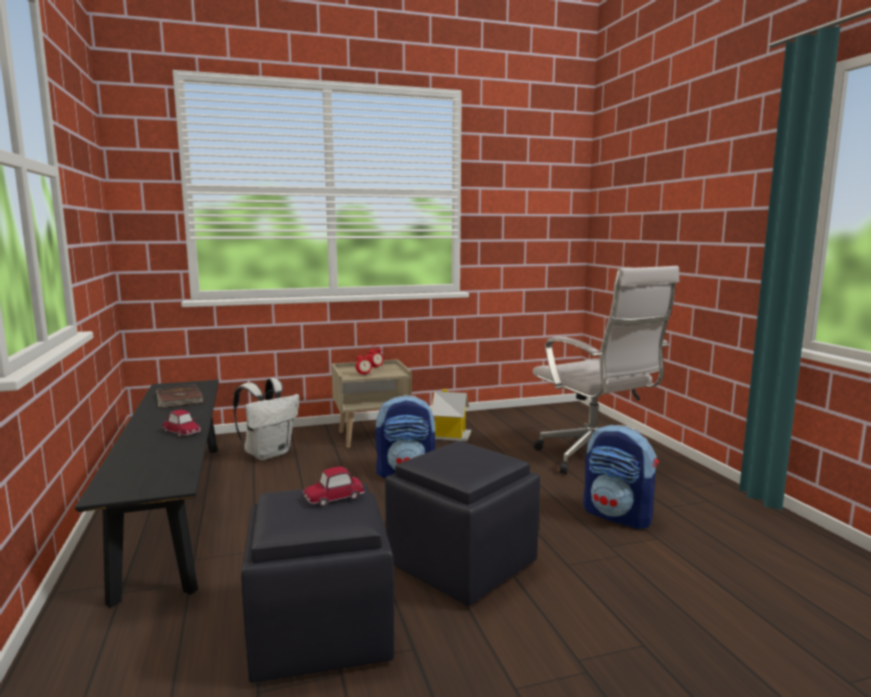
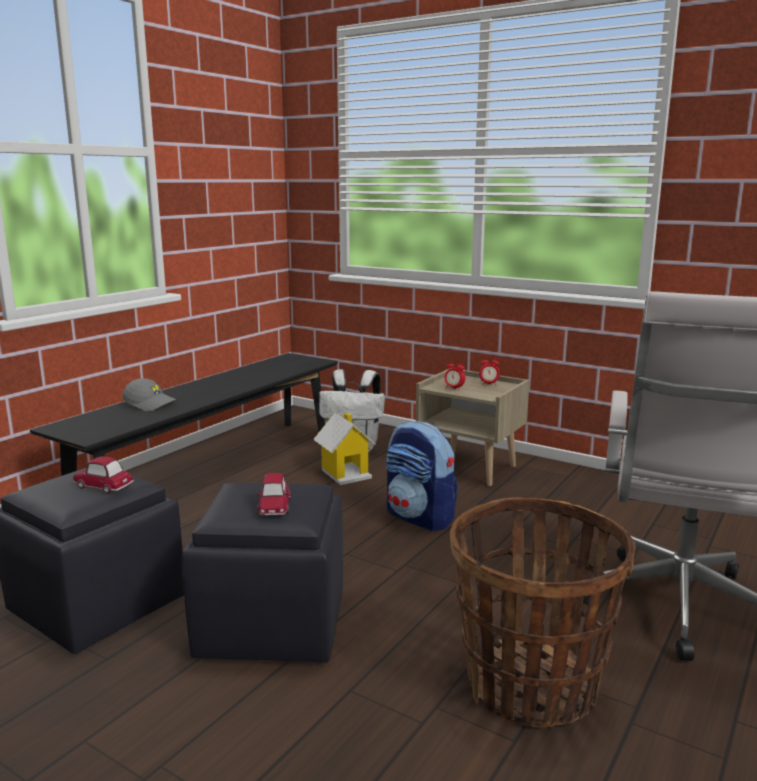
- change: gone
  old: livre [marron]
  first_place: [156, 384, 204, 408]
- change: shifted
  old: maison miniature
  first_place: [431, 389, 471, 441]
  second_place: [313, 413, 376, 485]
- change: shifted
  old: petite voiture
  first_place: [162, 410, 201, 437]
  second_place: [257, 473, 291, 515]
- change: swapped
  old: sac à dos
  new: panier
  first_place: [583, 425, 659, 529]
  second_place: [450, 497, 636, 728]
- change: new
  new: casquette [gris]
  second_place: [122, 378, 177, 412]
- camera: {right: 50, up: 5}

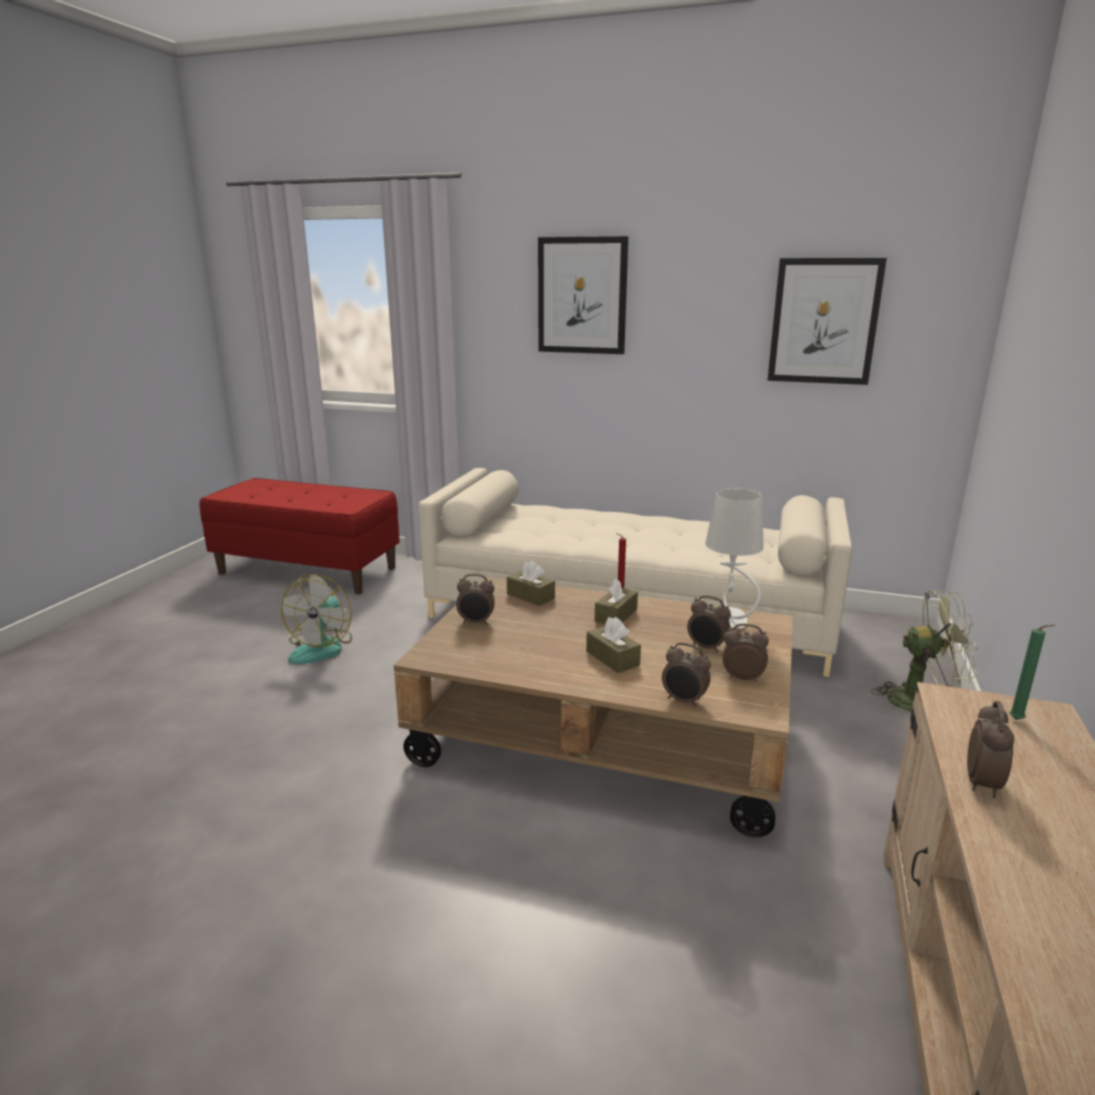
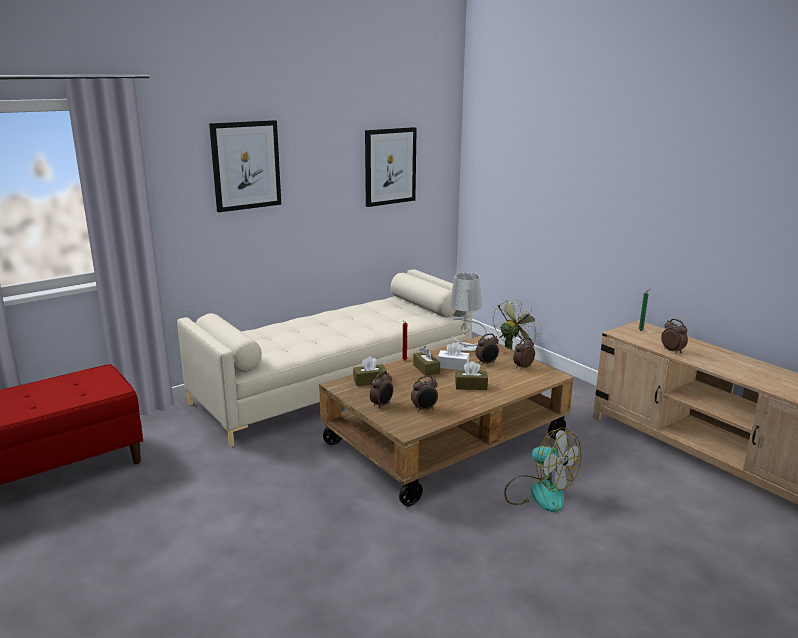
- change: shifted
  old: ventilateur
  first_place: [281, 574, 352, 664]
  second_place: [504, 427, 582, 512]
- change: shifted
  old: réveil
  first_place: [662, 642, 711, 707]
  second_place: [411, 376, 438, 412]
- change: new
  new: boîte à mouchoirs [blanc]
  second_place: [438, 343, 469, 370]
- camera: {right: -55, up: 0}

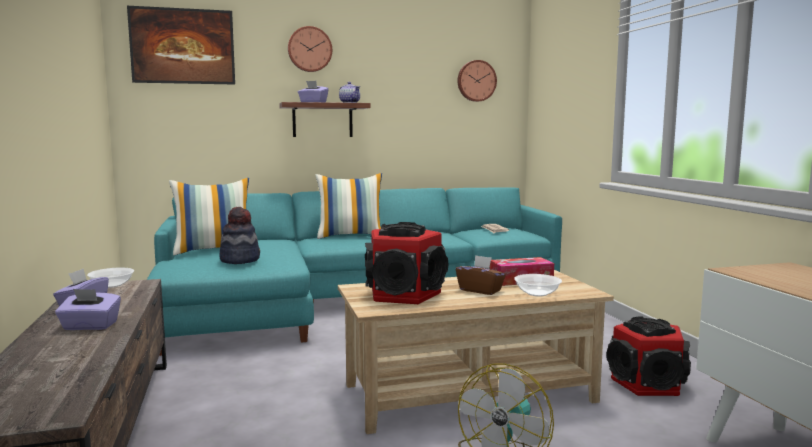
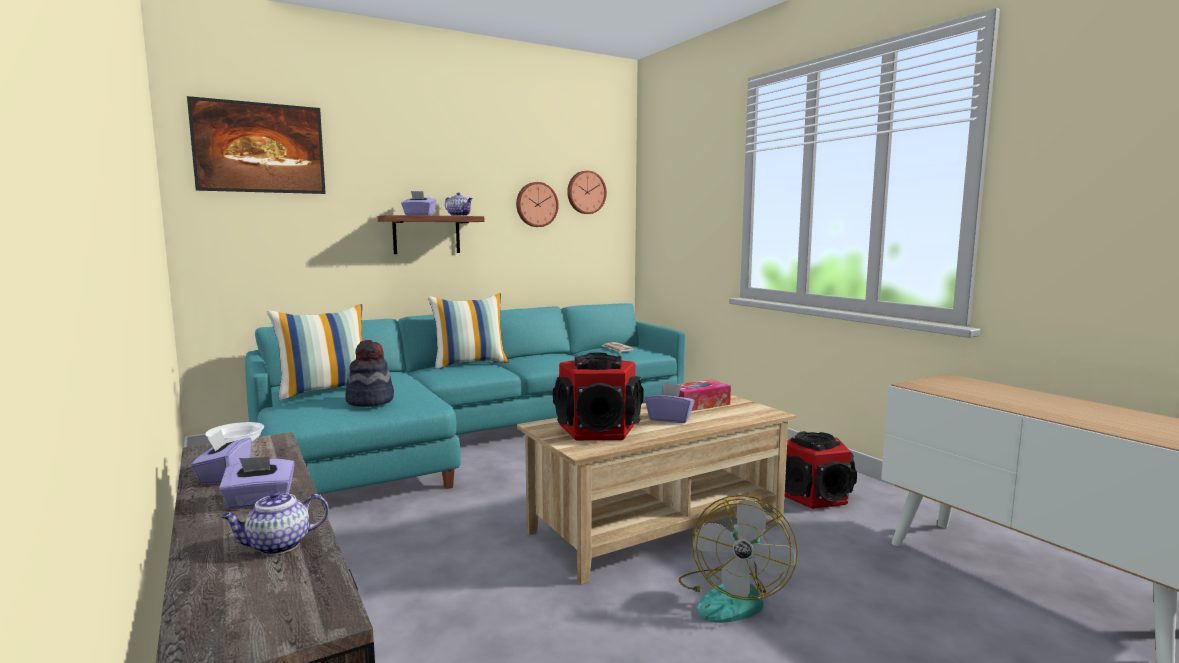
- change: shifted
  old: horloge murale
  first_place: [288, 26, 332, 72]
  second_place: [516, 182, 559, 227]
- change: repainted
  old: boîte à mouchoirs [marron]
  new: boîte à mouchoirs [violet]
  first_place: [456, 255, 506, 295]
  second_place: [645, 383, 695, 423]
- change: gone
  old: bol
  first_place: [514, 274, 562, 296]
- change: new
  new: théière
  second_place: [221, 491, 329, 555]
- camera: {right: -15, up: 0}

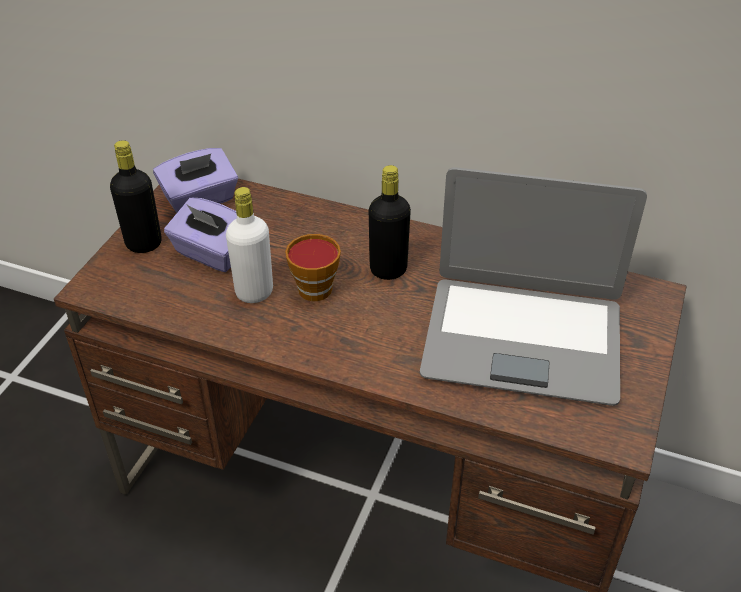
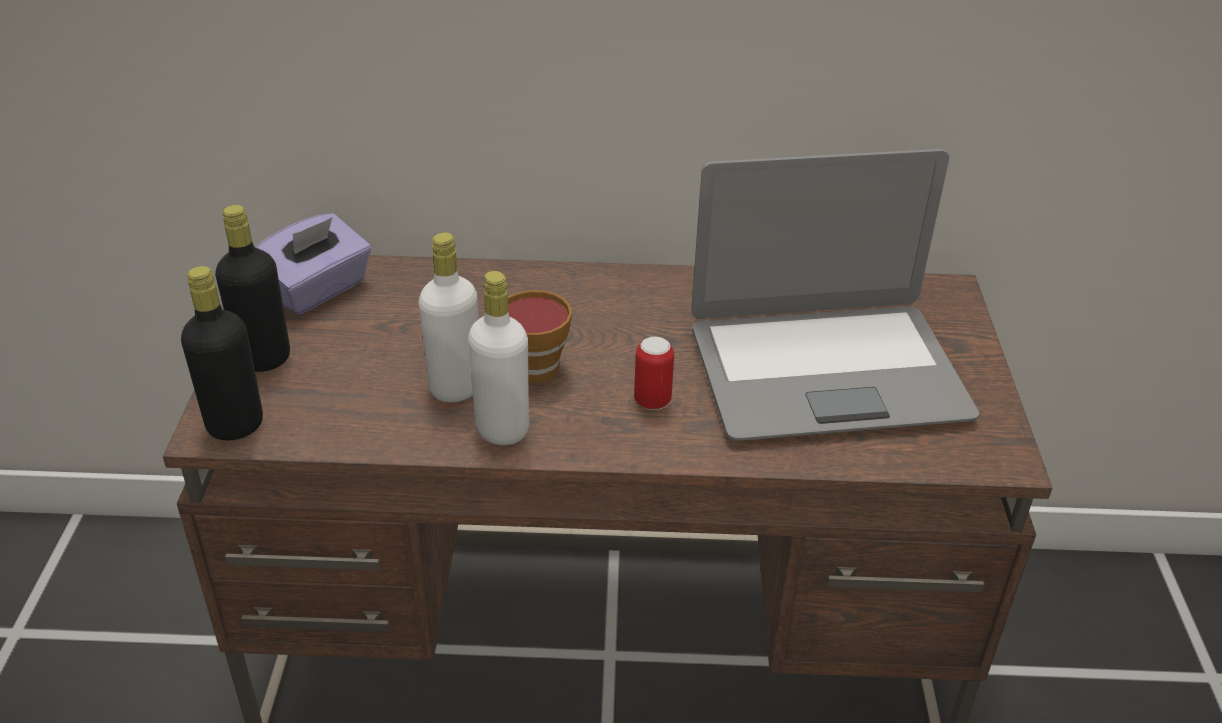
- change: shifted
  old: bouteille [noir]
  first_place: [369, 165, 411, 280]
  second_place: [181, 266, 263, 440]
- change: gone
  old: boîte à mouchoirs [violet]
  first_place: [164, 198, 237, 272]
- change: new
  new: bouteille [blanc]
  second_place: [468, 271, 529, 445]
- change: new
  new: boîte métallique
  second_place: [634, 337, 674, 410]
- camera: {right: -20, up: -5}

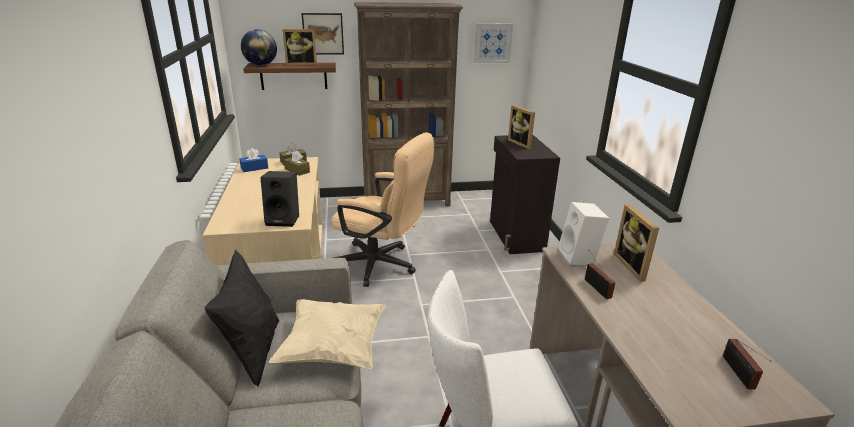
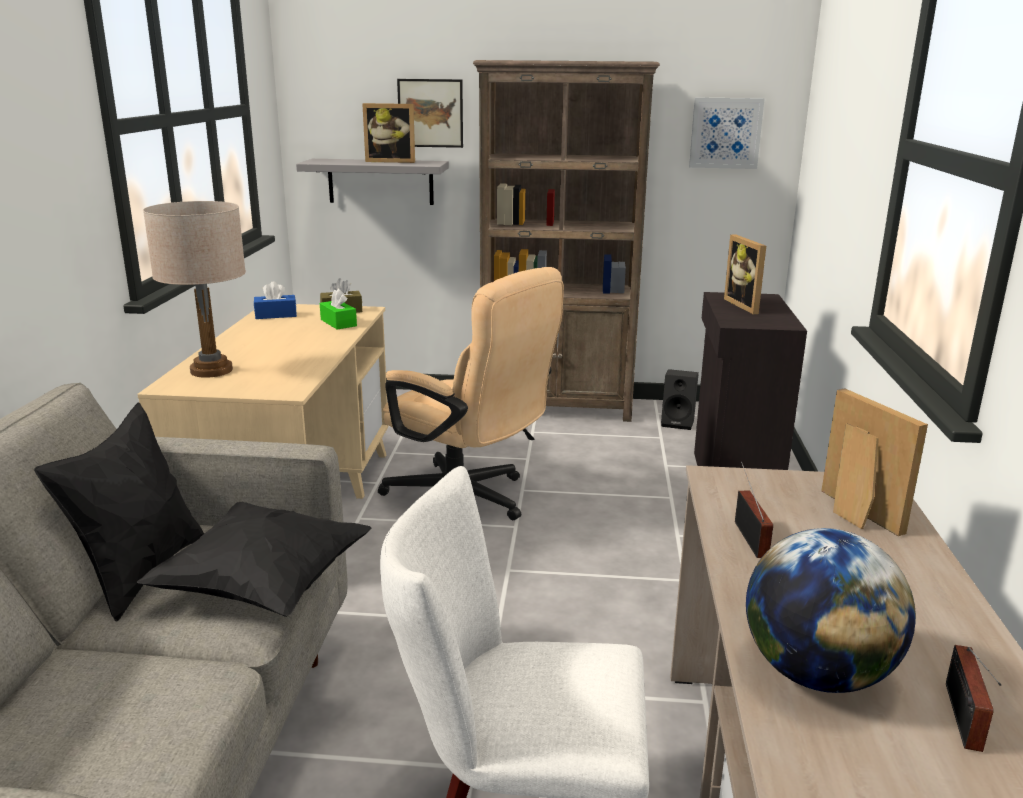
- change: shifted
  old: globe
  first_place: [241, 29, 277, 66]
  second_place: [746, 528, 916, 693]
- change: repainted
  old: étagère [marron]
  new: étagère [gris]
  first_place: [243, 63, 336, 90]
  second_place: [296, 159, 449, 205]
- change: repainted
  old: boîte à mouchoirs [marron]
  new: boîte à mouchoirs [vert]
  first_place: [284, 151, 310, 176]
  second_place: [320, 289, 357, 329]
- change: shifted
  old: enceinte [noir]
  first_place: [260, 171, 299, 227]
  second_place: [661, 369, 699, 430]
- change: gone
  old: enceinte [blanc]
  first_place: [558, 202, 609, 267]
- change: rotated
  old: cadre photo
  first_place: [614, 204, 659, 282]
  second_place: [822, 388, 928, 536]
  degrees: 150
- change: repainted
  old: coussin [beige]
  new: coussin [noir]
  first_place: [269, 299, 386, 369]
  second_place: [136, 502, 371, 617]
- change: new
  new: lampe de table [beige]
  second_place: [143, 201, 246, 378]
- camera: {right: 15, up: -5}

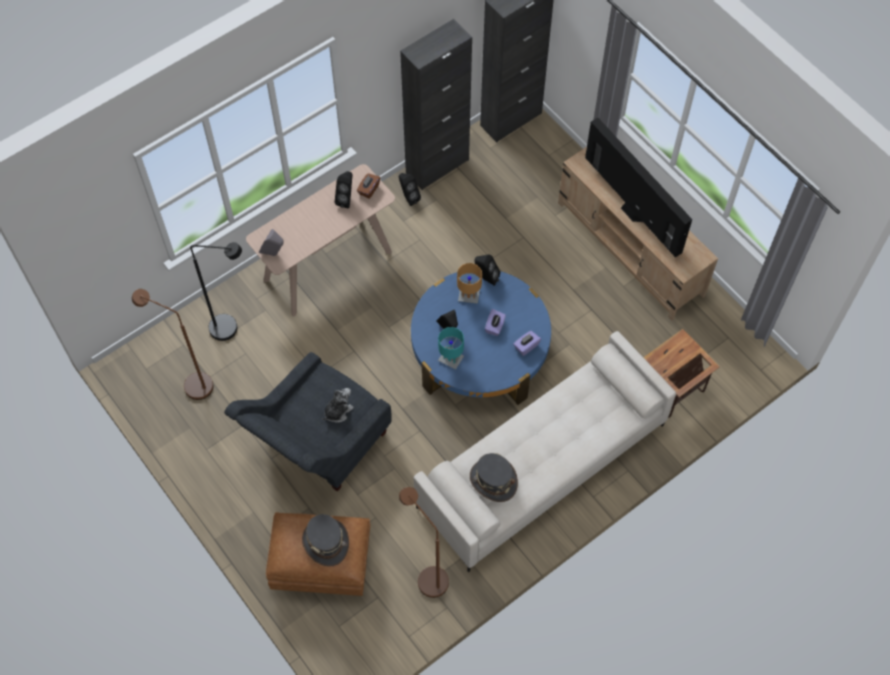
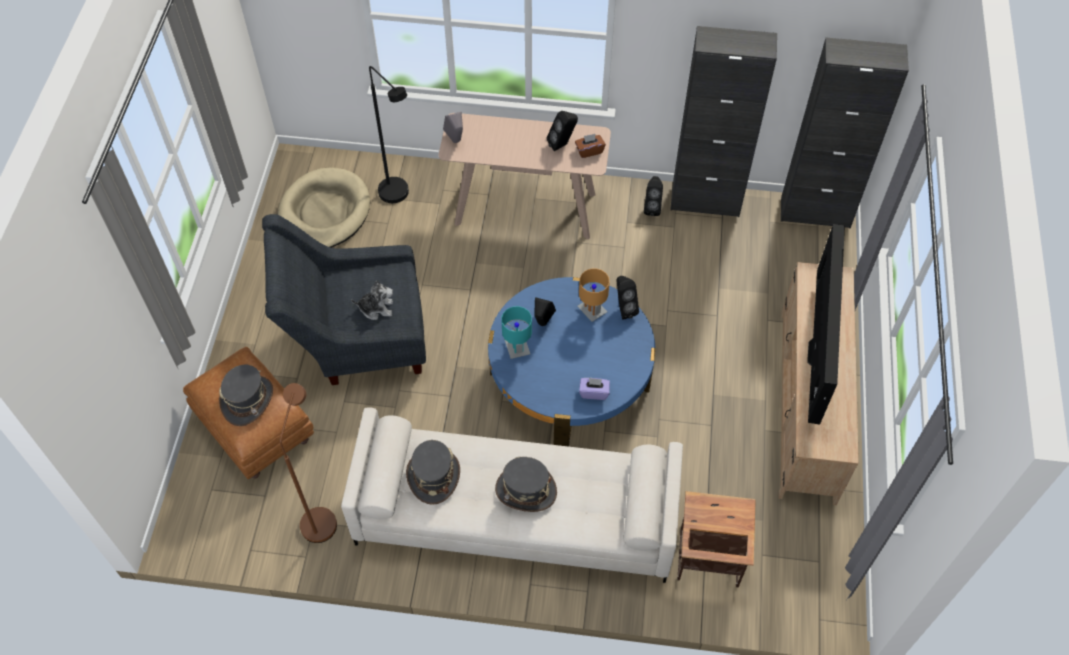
- change: swapped
  old: lampadaire [marron]
  new: panier pour chien [beige]
  first_place: [132, 289, 213, 400]
  second_place: [278, 167, 370, 248]
- change: gone
  old: boîte à mouchoirs [violet]
  first_place: [485, 309, 506, 336]
- change: new
  new: chapeau [gris]
  second_place: [495, 457, 557, 512]
- camera: {right: 45, up: -5}

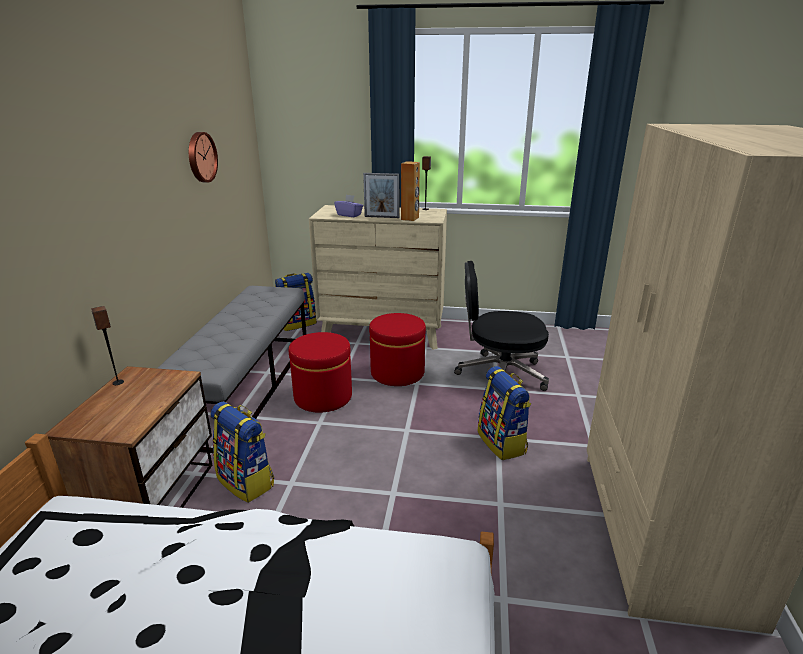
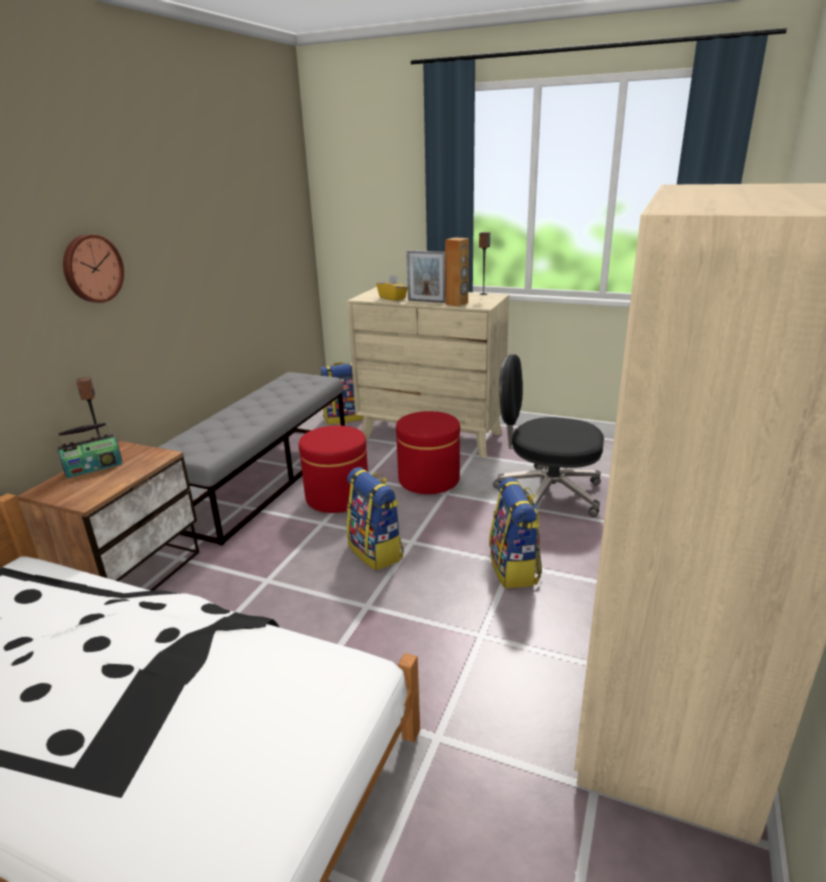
- change: shifted
  old: horloge murale
  first_place: [189, 132, 218, 182]
  second_place: [63, 234, 124, 303]
- change: repainted
  old: boîte à mouchoirs [violet]
  new: boîte à mouchoirs [jaune]
  first_place: [334, 195, 363, 217]
  second_place: [376, 275, 408, 301]
- change: shifted
  old: sac à dos
  first_place: [210, 401, 274, 503]
  second_place: [346, 467, 404, 571]
- change: new
  new: radio
  second_place: [56, 422, 122, 478]
- camera: {right: 15, up: 0}

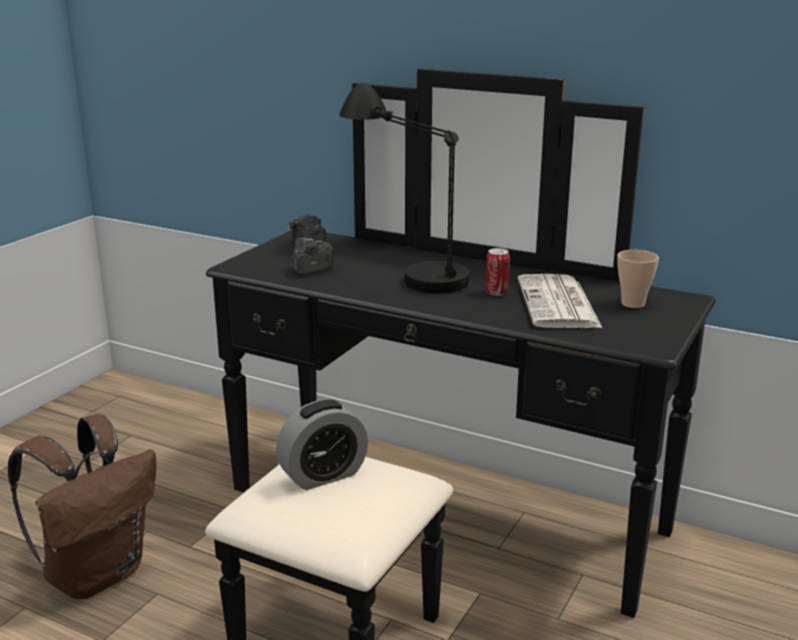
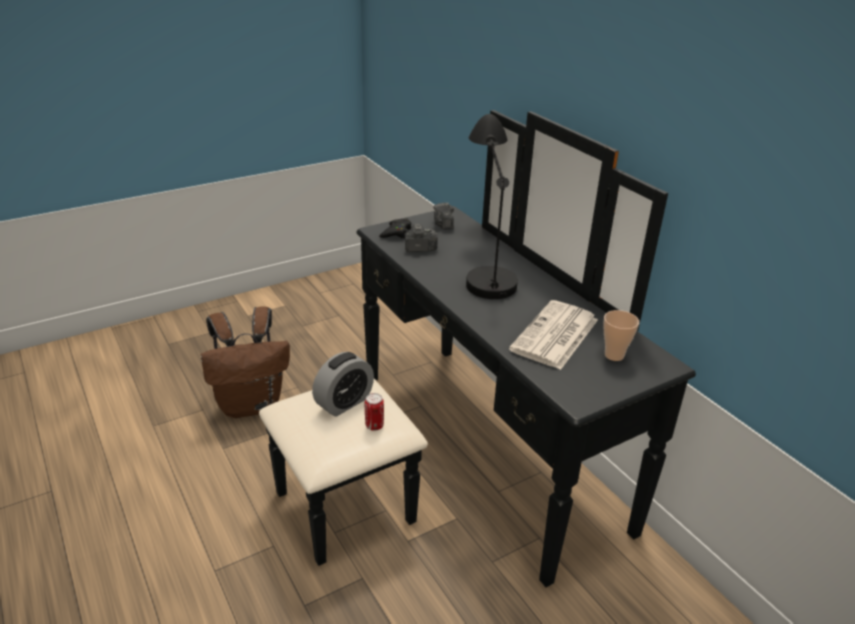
- change: shifted
  old: boîte métallique
  first_place: [486, 248, 510, 296]
  second_place: [365, 393, 384, 431]
- change: rotated
  old: réveil
  first_place: [276, 400, 368, 490]
  second_place: [312, 352, 374, 416]
  degrees: -45
- change: new
  new: manette [noir]
  second_place: [379, 218, 411, 238]
- camera: {right: 30, up: 10}

